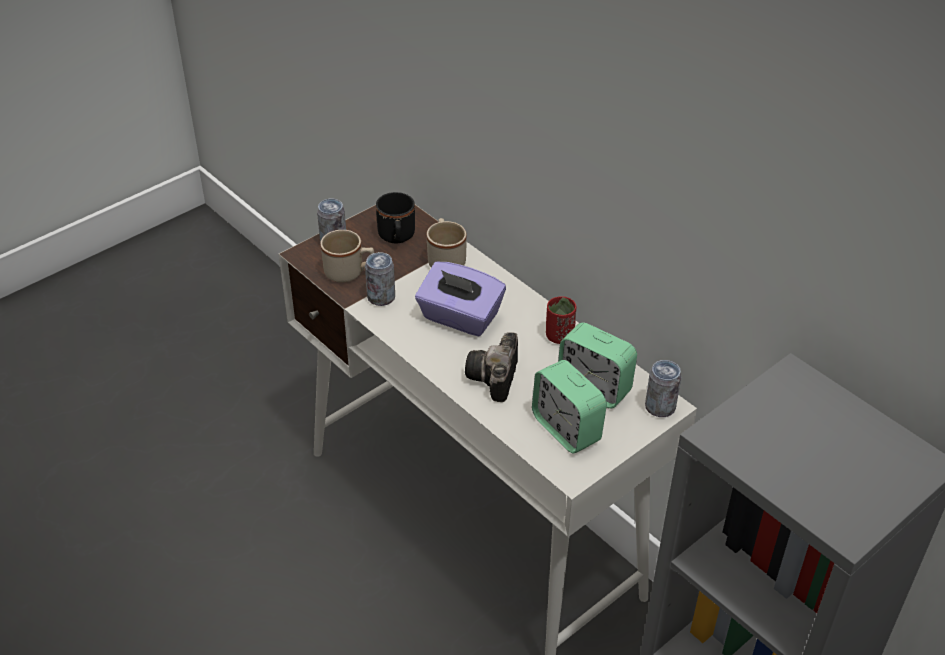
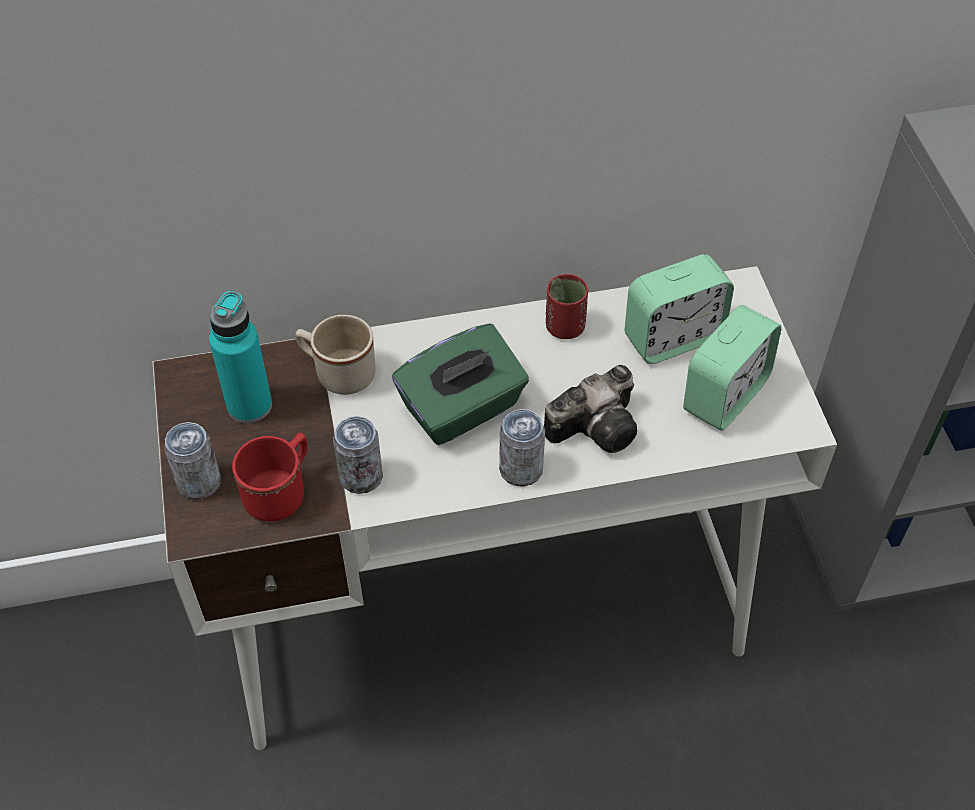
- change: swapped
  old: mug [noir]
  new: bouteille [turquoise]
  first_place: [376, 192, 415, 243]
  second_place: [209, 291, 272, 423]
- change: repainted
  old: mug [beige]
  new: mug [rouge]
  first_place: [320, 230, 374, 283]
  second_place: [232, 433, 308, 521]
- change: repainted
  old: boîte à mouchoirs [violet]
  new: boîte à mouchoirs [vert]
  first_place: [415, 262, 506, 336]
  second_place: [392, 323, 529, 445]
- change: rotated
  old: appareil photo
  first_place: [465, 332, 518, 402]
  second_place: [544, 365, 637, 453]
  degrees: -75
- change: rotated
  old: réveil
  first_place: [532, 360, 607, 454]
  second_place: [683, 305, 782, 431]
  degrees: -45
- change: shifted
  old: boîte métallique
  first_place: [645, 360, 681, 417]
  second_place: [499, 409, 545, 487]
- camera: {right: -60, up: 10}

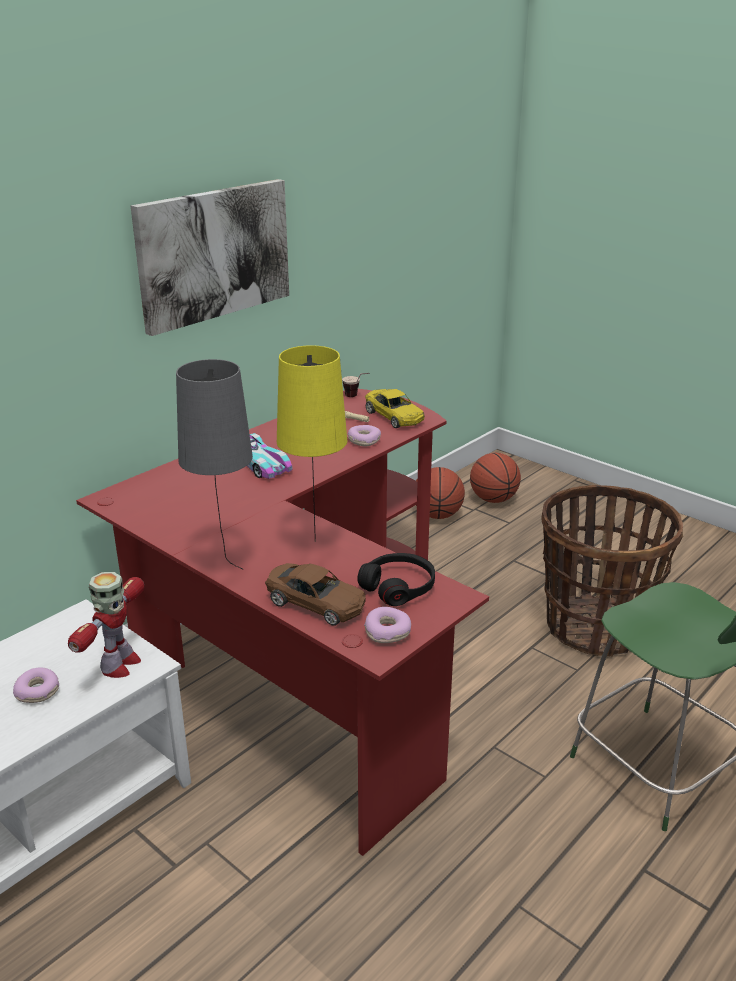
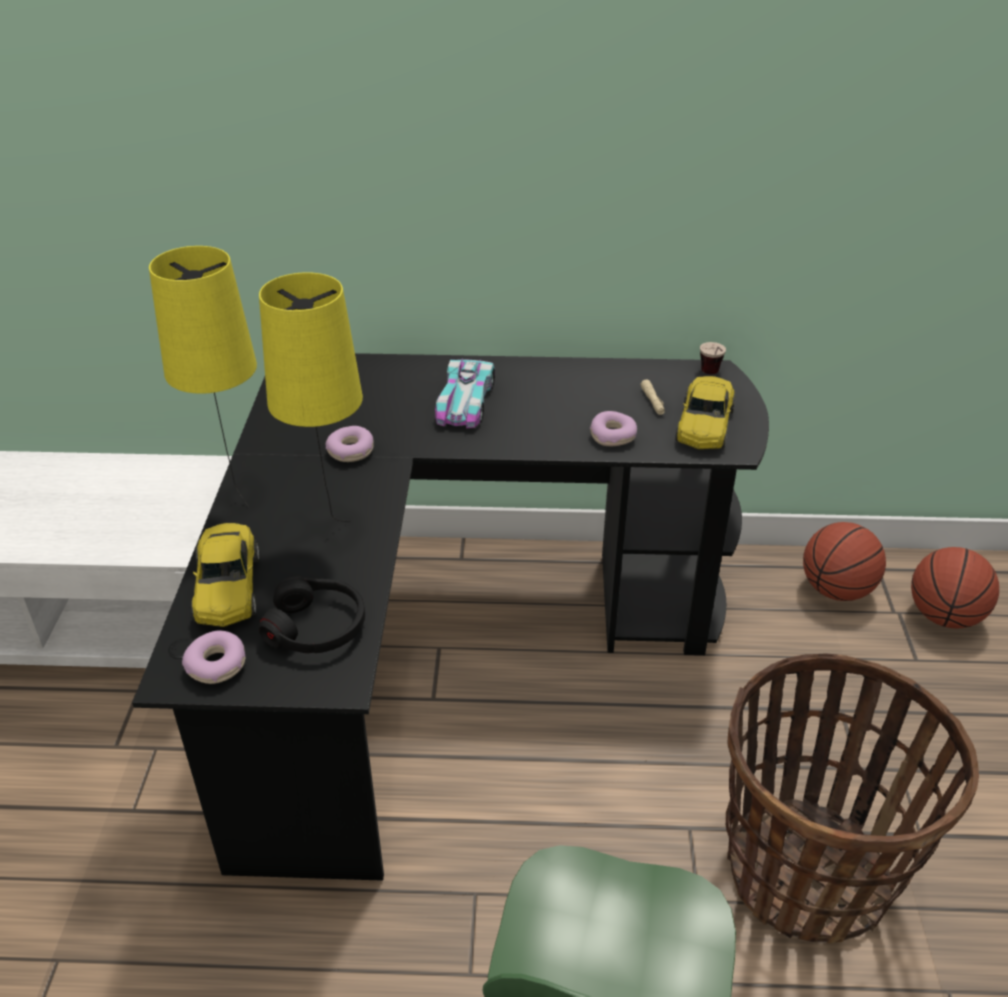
- change: gone
  old: tableau
  first_place: [131, 179, 289, 336]
- change: repainted
  old: lampe de table [gris]
  new: lampe de table [jaune]
  first_place: [176, 359, 253, 569]
  second_place: [149, 246, 257, 507]
- change: repainted
  old: bureau [rouge]
  new: bureau [noir]
  first_place: [76, 389, 489, 856]
  second_place: [132, 353, 769, 881]
- change: repainted
  old: petite voiture [marron]
  new: petite voiture [jaune]
  first_place: [265, 563, 366, 626]
  second_place: [191, 523, 259, 627]
- change: gone
  old: robot jouet
  first_place: [68, 572, 144, 678]
- change: shifted
  old: beignet
  first_place: [13, 667, 59, 703]
  second_place: [326, 426, 374, 462]
- camera: {right: 50, up: 10}

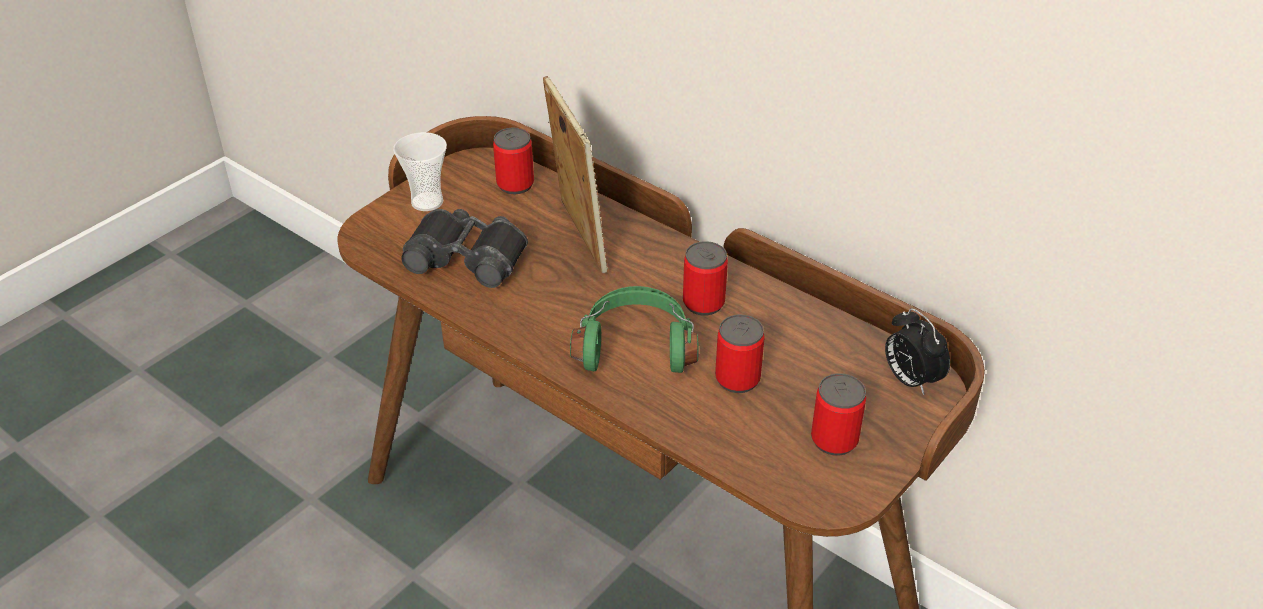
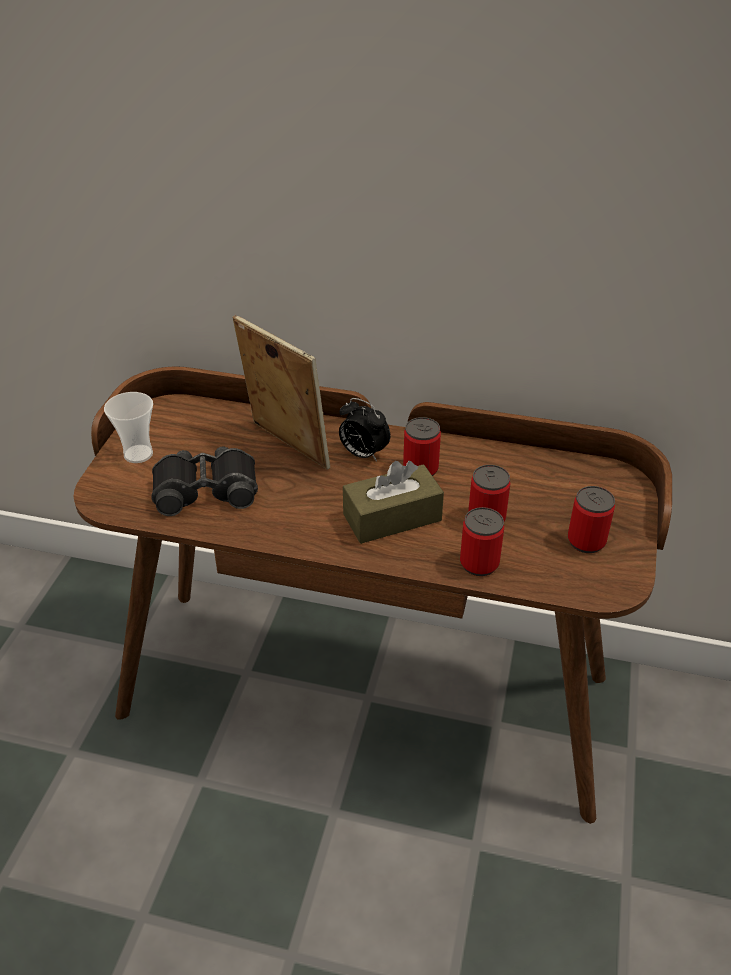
- change: shifted
  old: boîte métallique
  first_place: [493, 128, 534, 194]
  second_place: [460, 507, 504, 576]
- change: swapped
  old: casque audio [vert]
  new: boîte à mouchoirs [marron]
  first_place: [570, 286, 699, 373]
  second_place: [343, 461, 444, 544]
- change: shifted
  old: réveil
  first_place: [885, 308, 950, 395]
  second_place: [339, 398, 390, 462]
- camera: {right: -25, up: 0}

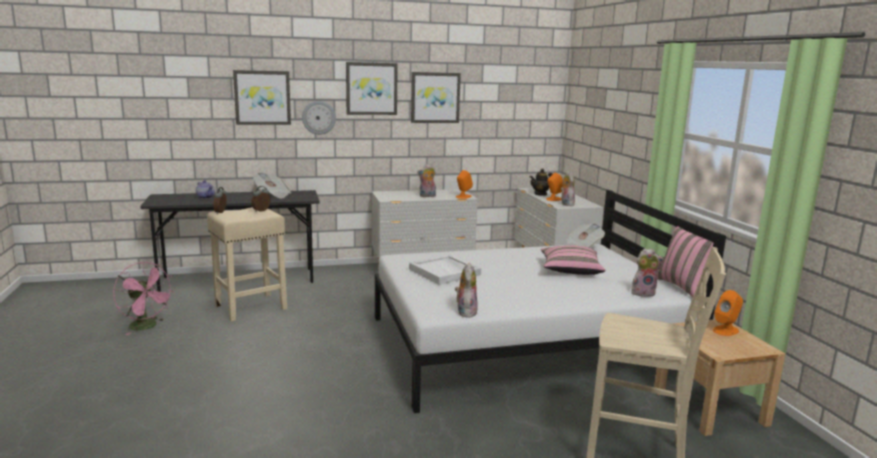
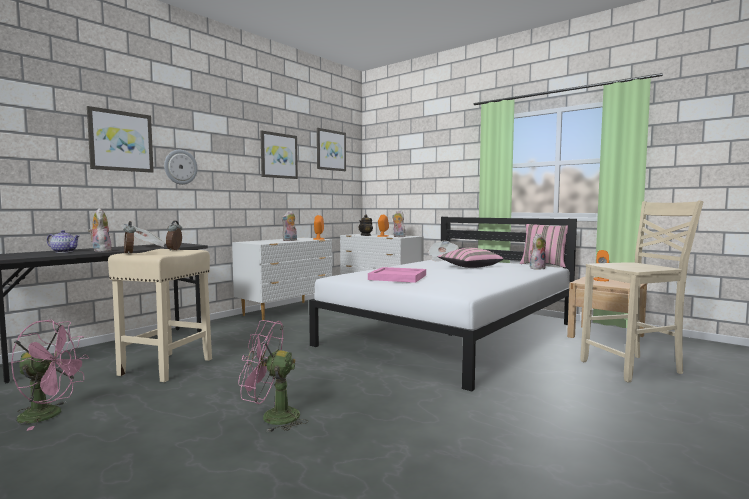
- change: shifted
  old: tableau
  first_place: [346, 62, 398, 115]
  second_place: [317, 128, 346, 171]
- change: repainted
  old: plateau [blanc]
  new: plateau [rose]
  first_place: [409, 255, 481, 285]
  second_place: [368, 267, 426, 283]
- change: shifted
  old: peluche
  first_place: [455, 262, 478, 318]
  second_place: [88, 208, 112, 252]
- change: new
  new: ventilateur [rose]
  second_place: [238, 320, 309, 432]
- camera: {right: -35, up: -10}

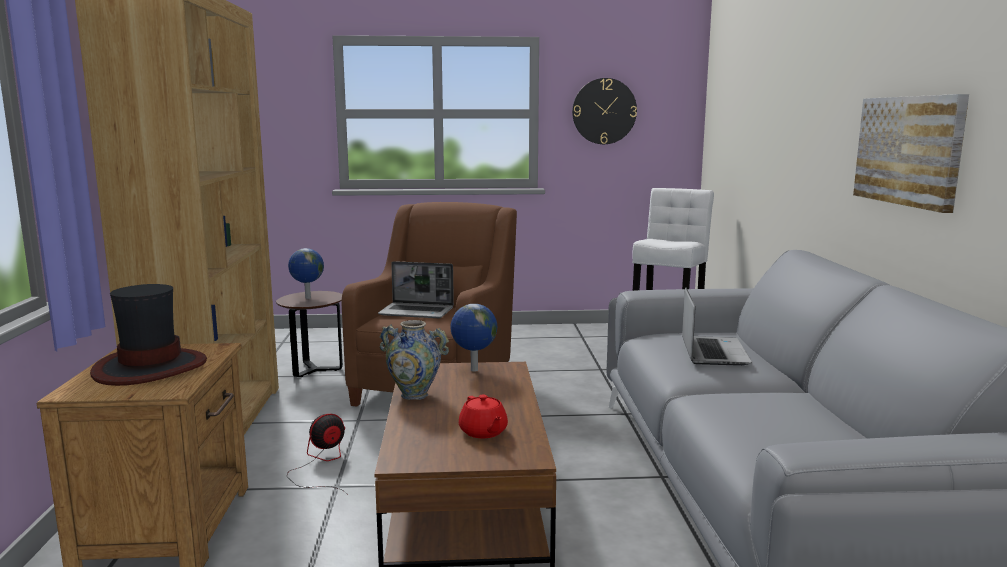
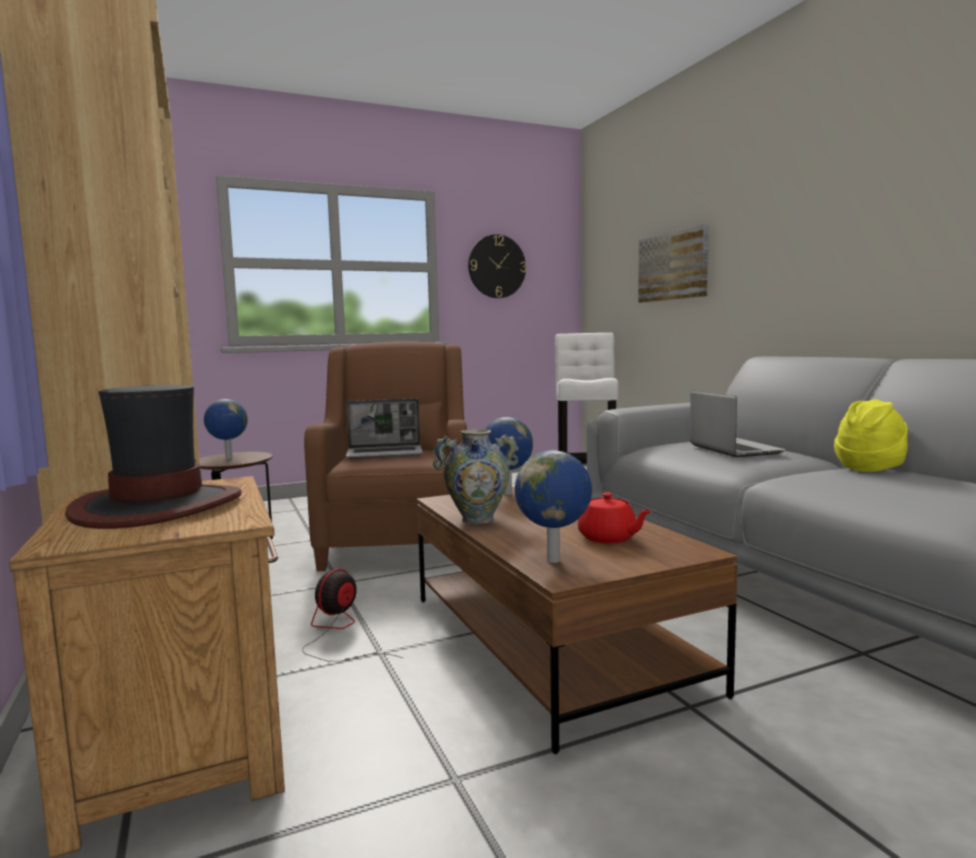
- change: shifted
  old: tableau
  first_place: [853, 94, 969, 213]
  second_place: [638, 224, 709, 303]
- change: new
  new: chapeau [jaune]
  second_place: [834, 399, 908, 472]
- change: new
  new: globe
  second_place: [515, 450, 592, 563]
- camera: {right: -20, up: -5}

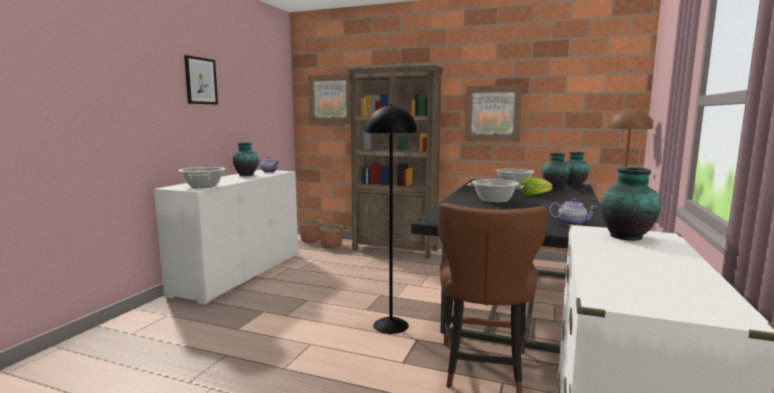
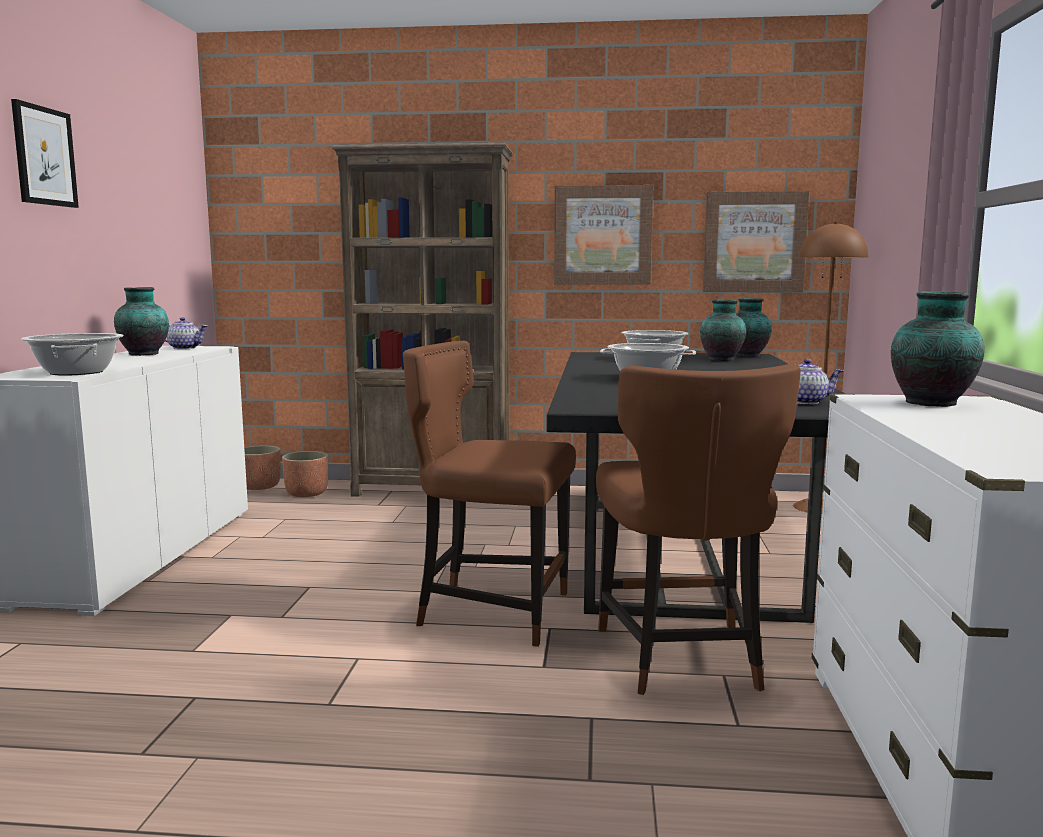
- change: shifted
  old: tableau
  first_place: [308, 74, 351, 124]
  second_place: [703, 191, 809, 292]
- change: swapped
  old: lampadaire [noir]
  new: chaise [marron]
  first_place: [365, 104, 417, 334]
  second_place: [403, 341, 576, 647]
- change: gone
  old: laitue
  first_place: [521, 177, 553, 196]
- camera: {right: -15, up: 0}

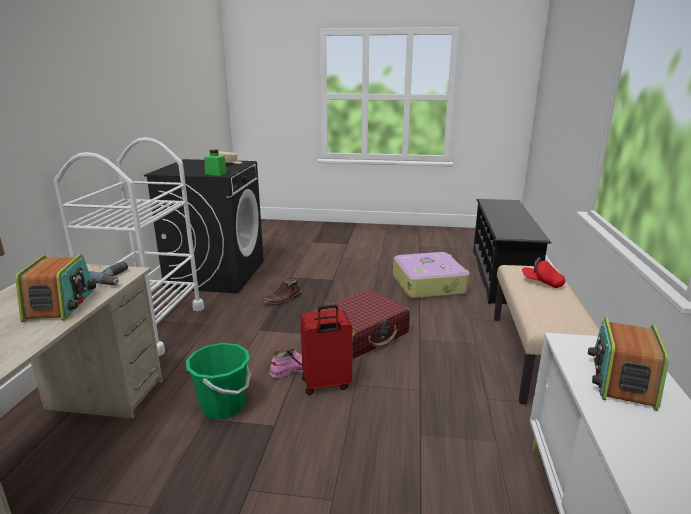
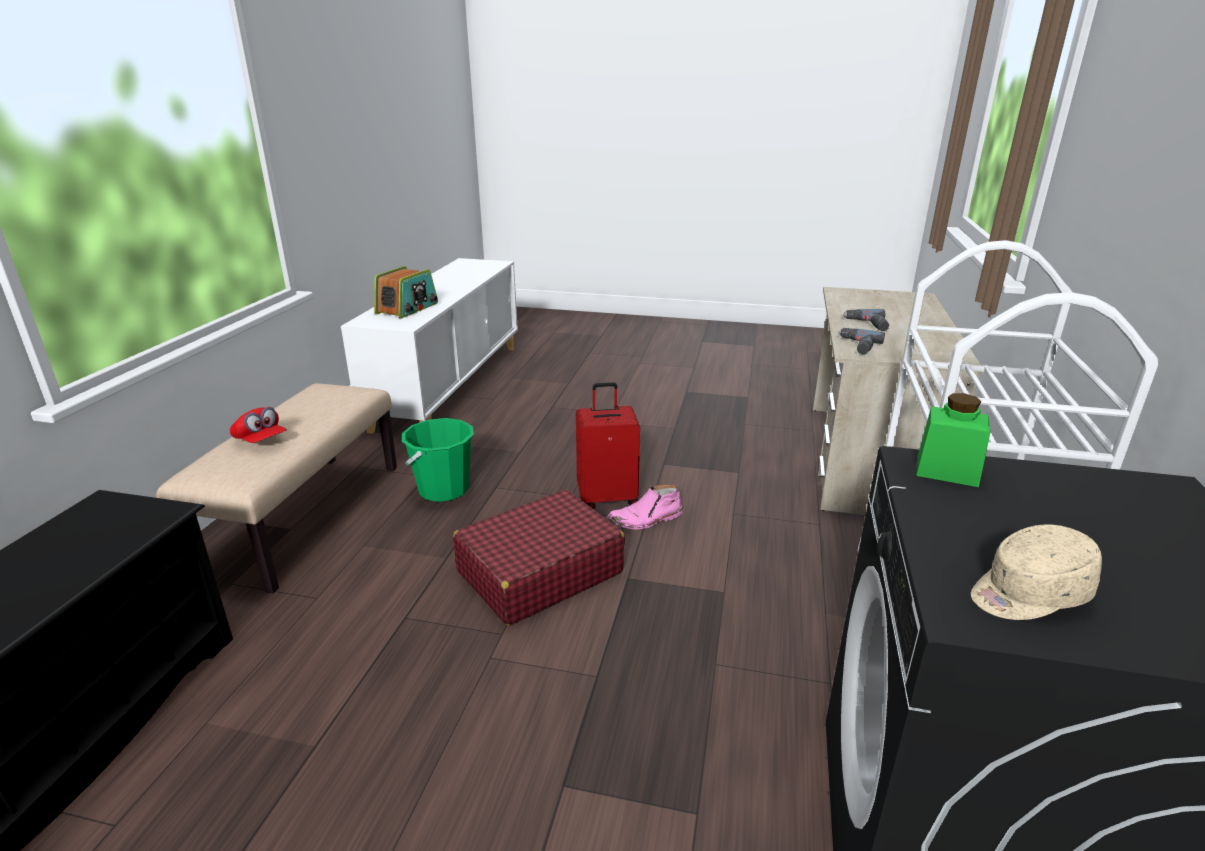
- change: gone
  old: valise
  first_place: [393, 252, 470, 299]
- change: swapped
  old: radio
  new: perceuse
  first_place: [15, 254, 96, 322]
  second_place: [843, 309, 889, 331]
- change: gone
  old: botte [marron]
  first_place: [262, 279, 301, 305]
- change: shifted
  old: seau [vert]
  first_place: [186, 343, 251, 419]
  second_place: [402, 418, 474, 502]
- camera: {right: -175, up: 5}

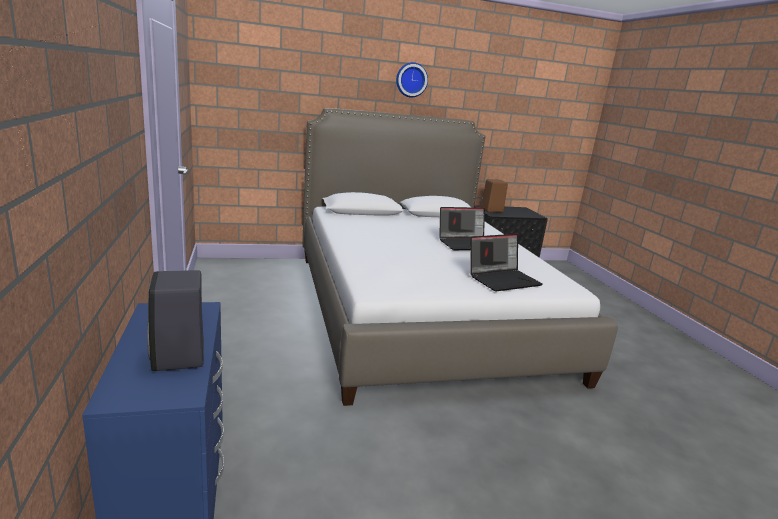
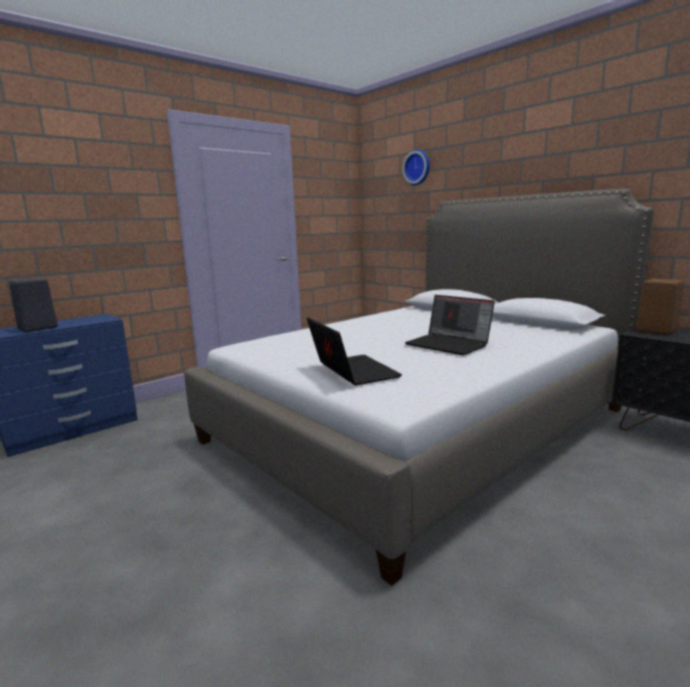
- change: shifted
  old: horloge murale
  first_place: [396, 62, 428, 98]
  second_place: [402, 149, 430, 186]
- change: rotated
  old: ordinateur portable
  first_place: [470, 234, 543, 291]
  second_place: [307, 317, 402, 386]
  degrees: -150
- camera: {right: 65, up: -5}

